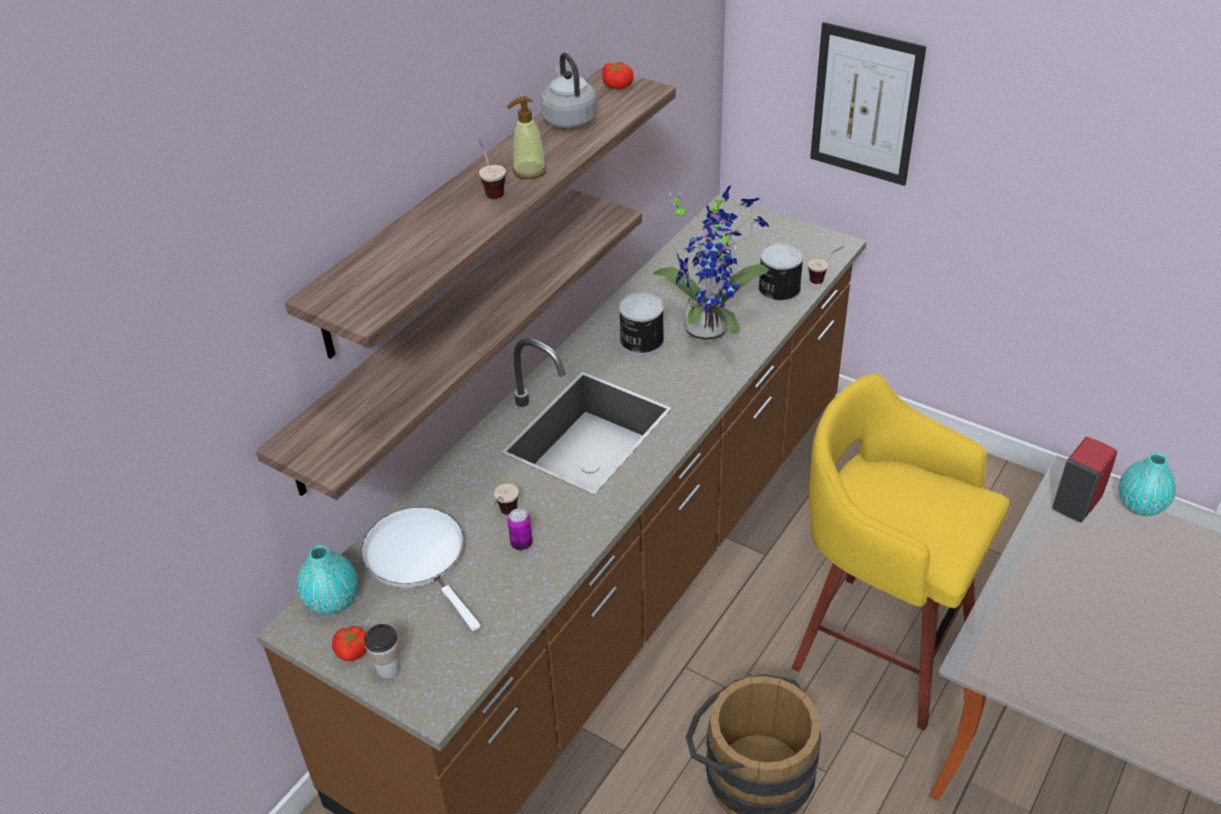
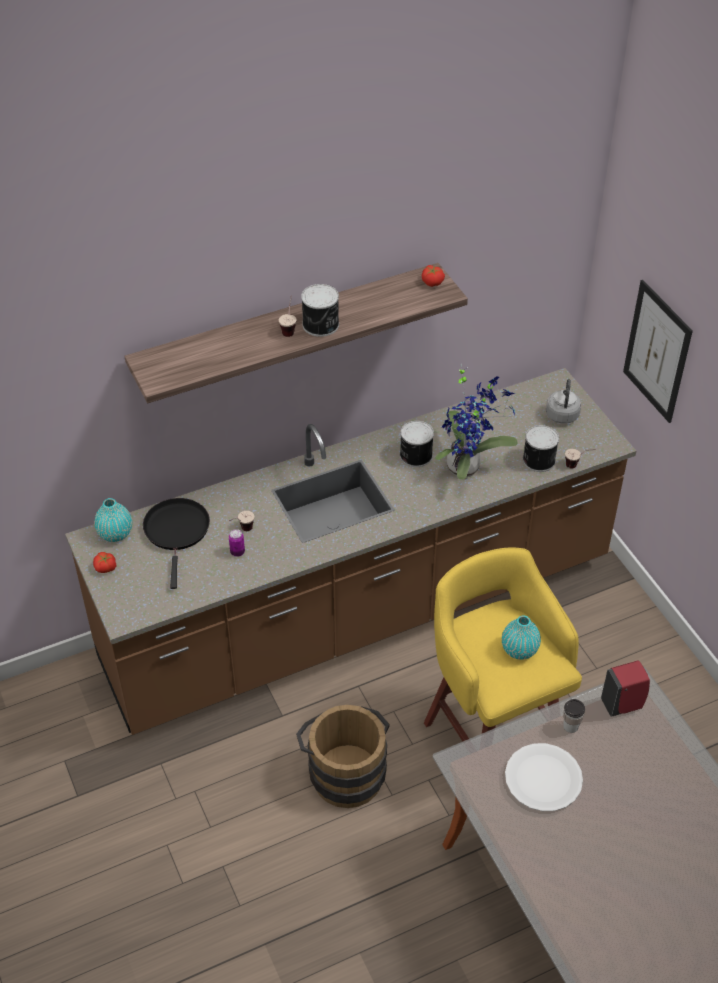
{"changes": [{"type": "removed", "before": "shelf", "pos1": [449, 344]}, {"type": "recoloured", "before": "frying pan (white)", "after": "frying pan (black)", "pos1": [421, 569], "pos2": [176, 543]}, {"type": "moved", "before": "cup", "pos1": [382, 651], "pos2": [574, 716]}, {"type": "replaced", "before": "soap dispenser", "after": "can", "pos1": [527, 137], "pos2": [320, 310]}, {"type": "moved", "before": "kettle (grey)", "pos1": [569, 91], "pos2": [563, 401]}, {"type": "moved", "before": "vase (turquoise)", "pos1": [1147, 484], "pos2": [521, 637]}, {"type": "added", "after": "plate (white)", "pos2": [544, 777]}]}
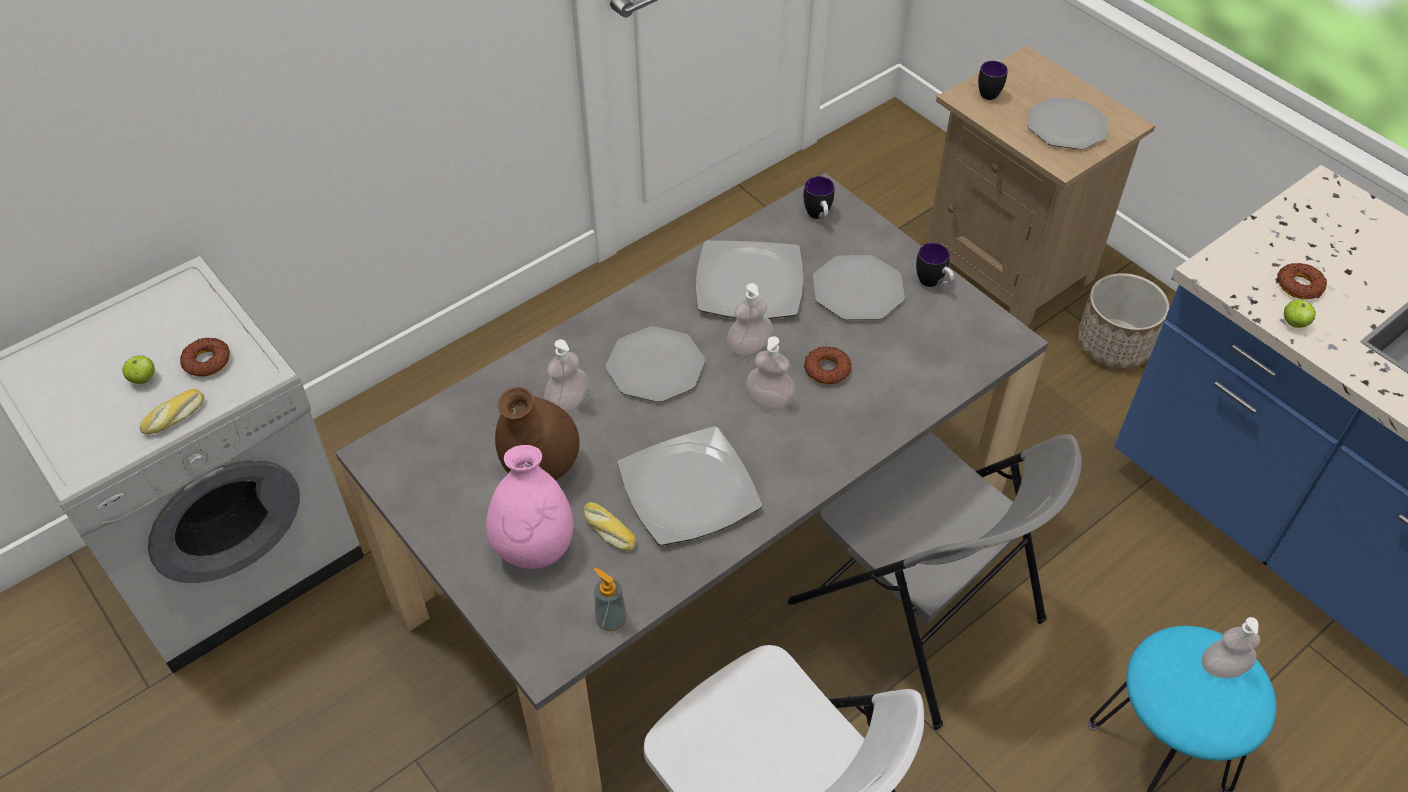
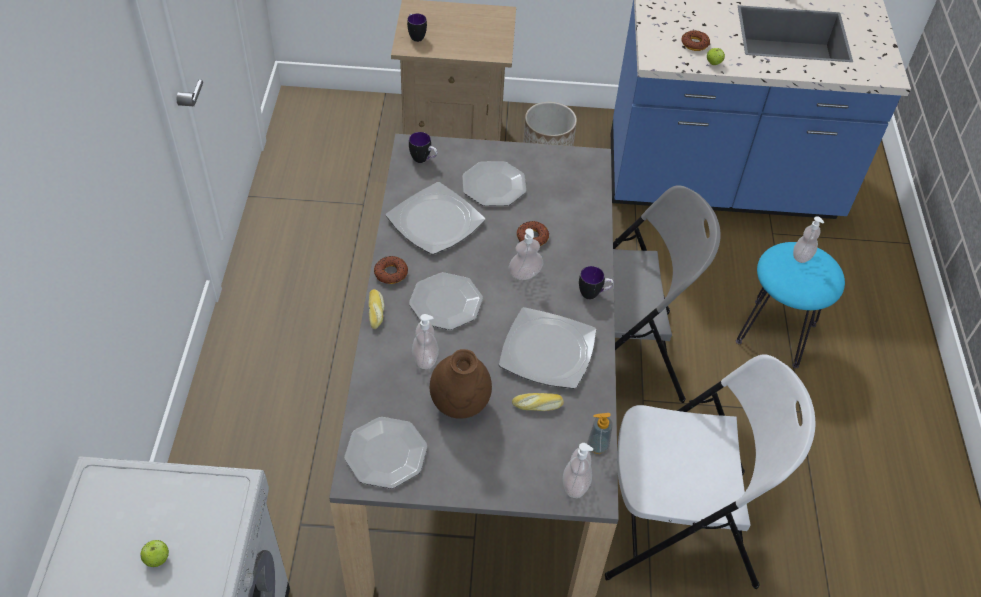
{"changes": [{"type": "moved", "before": "bread", "pos1": [172, 411], "pos2": [376, 309]}, {"type": "moved", "before": "donut", "pos1": [205, 357], "pos2": [391, 270]}, {"type": "removed", "before": "vase (pink)", "pos1": [530, 507]}, {"type": "moved", "before": "soap dispenser", "pos1": [750, 319], "pos2": [578, 470]}, {"type": "moved", "before": "mug", "pos1": [935, 265], "pos2": [596, 282]}, {"type": "moved", "before": "plate", "pos1": [1068, 123], "pos2": [385, 453]}]}
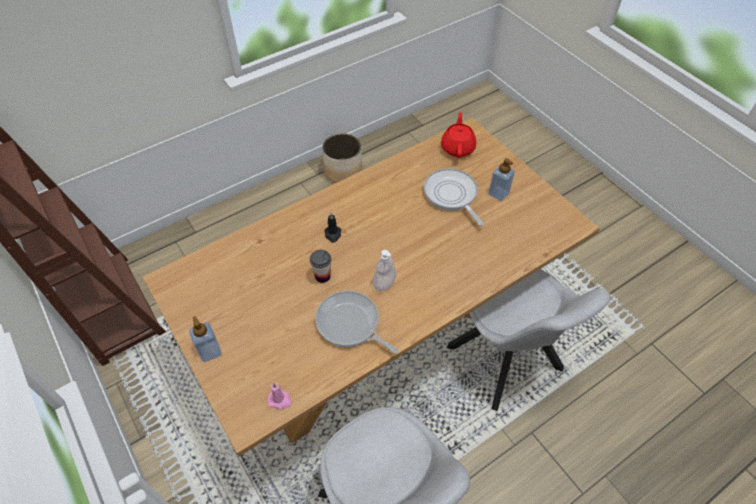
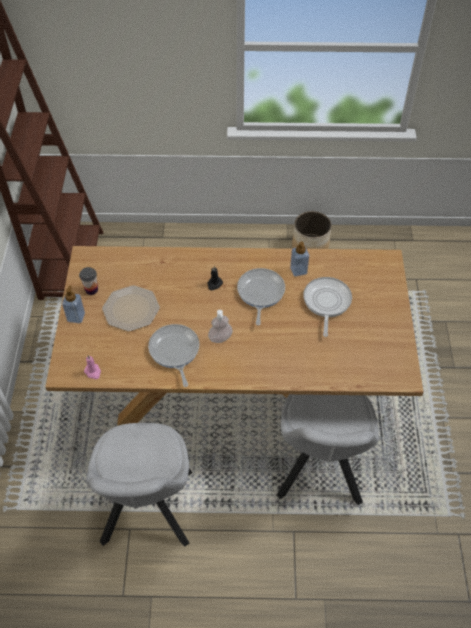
{"changes": [{"type": "moved", "before": "cup", "pos1": [320, 266], "pos2": [88, 281]}, {"type": "removed", "before": "teapot (red)", "pos1": [458, 135]}, {"type": "moved", "before": "soap dispenser", "pos1": [501, 179], "pos2": [299, 259]}, {"type": "added", "after": "plate", "pos2": [131, 308]}, {"type": "added", "after": "frying pan", "pos2": [261, 296]}]}
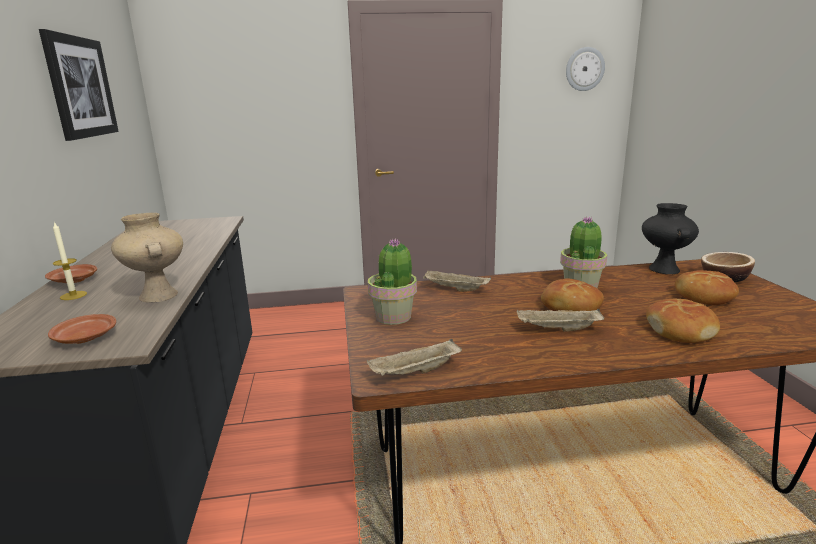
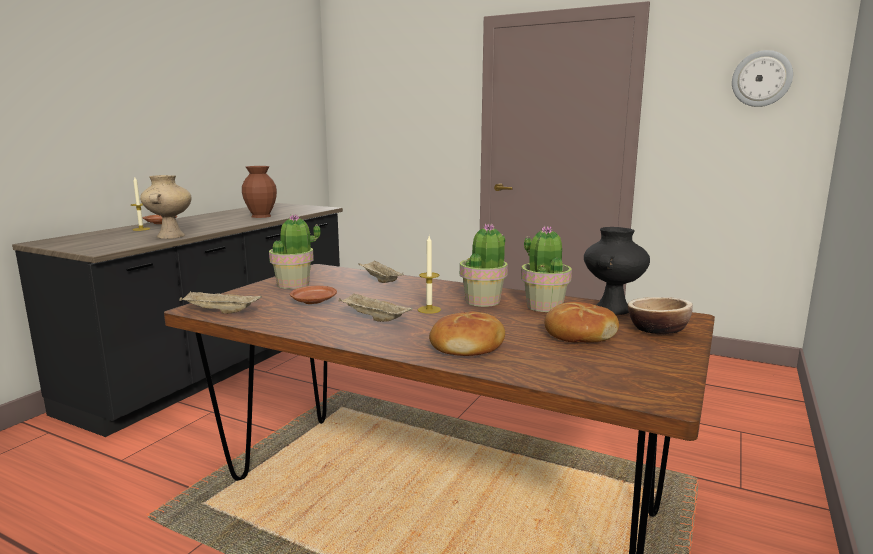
{"changes": [{"type": "removed", "before": "picture", "pos1": [79, 85]}, {"type": "moved", "before": "plate (brown)", "pos1": [82, 329], "pos2": [313, 295]}, {"type": "replaced", "before": "bread", "after": "candle", "pos1": [572, 294], "pos2": [429, 275]}, {"type": "added", "after": "vase (brown)", "pos2": [259, 192]}, {"type": "added", "after": "potted plant", "pos2": [546, 269]}]}
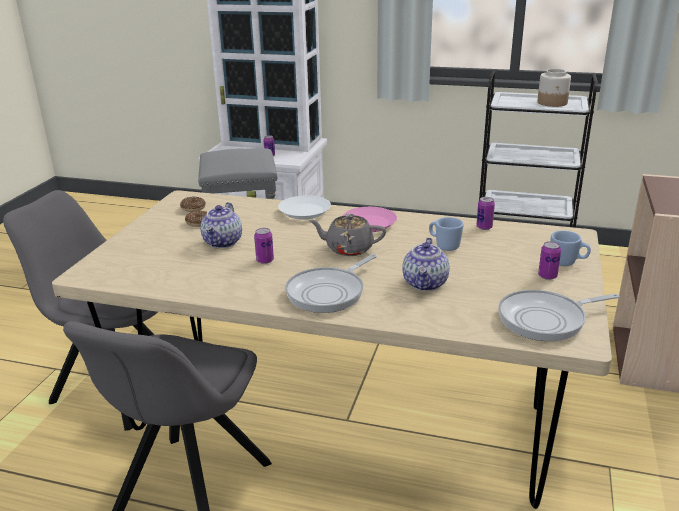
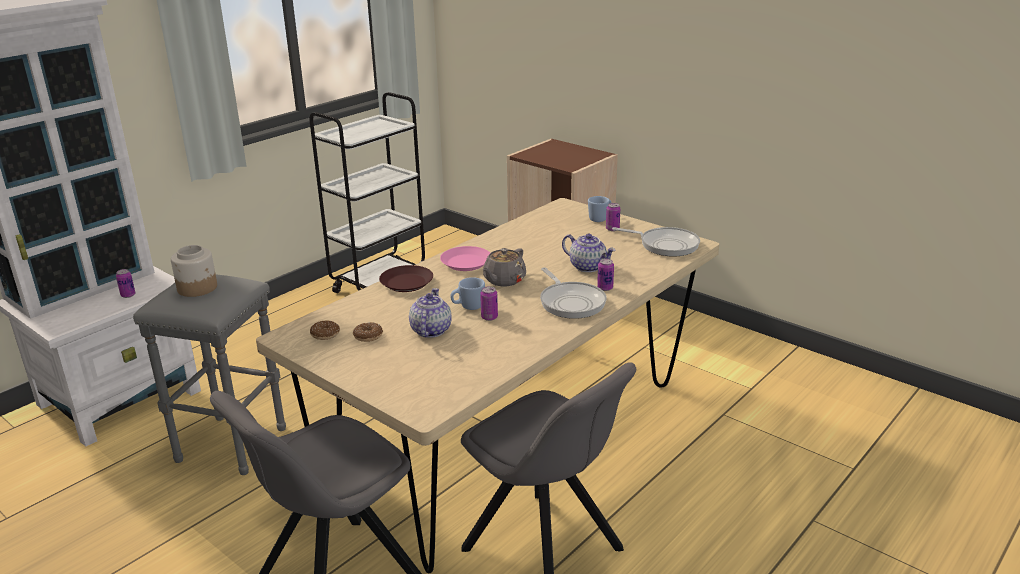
{"changes": [{"type": "turned", "before": "teapot", "pos1": [221, 225], "pos2": [430, 313], "turn": -120}, {"type": "recoloured", "before": "plate (white)", "after": "plate (brown)", "pos1": [304, 207], "pos2": [406, 278]}, {"type": "moved", "before": "mug (blue)", "pos1": [446, 234], "pos2": [467, 293]}, {"type": "moved", "before": "can", "pos1": [485, 213], "pos2": [605, 275]}, {"type": "turned", "before": "frying pan", "pos1": [558, 315], "pos2": [656, 242], "turn": -75}, {"type": "moved", "before": "jar", "pos1": [554, 88], "pos2": [194, 271]}]}
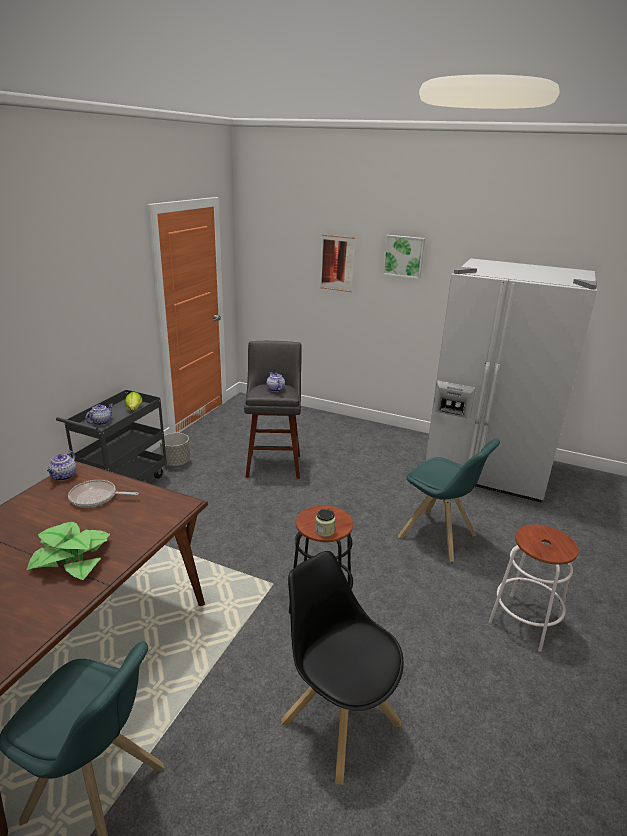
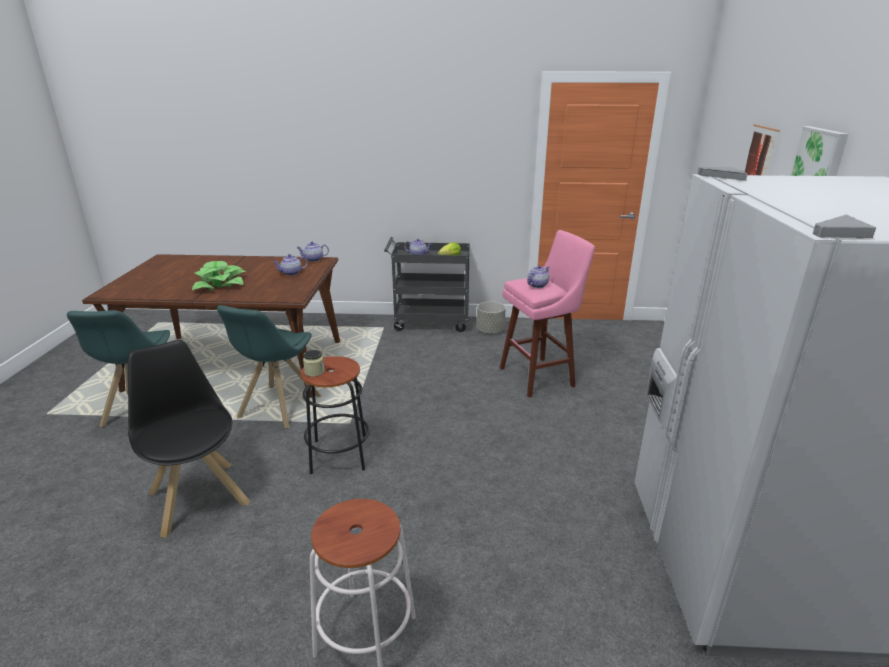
{"changes": [{"type": "replaced", "before": "frying pan", "after": "teapot", "pos1": [103, 494], "pos2": [290, 265]}, {"type": "recoloured", "before": "stool (grey)", "after": "stool (pink)", "pos1": [273, 410], "pos2": [547, 314]}, {"type": "turned", "before": "chair (black)", "pos1": [342, 668], "pos2": [189, 439], "turn": -60}, {"type": "moved", "before": "chair (turquoise)", "pos1": [449, 500], "pos2": [269, 367]}]}
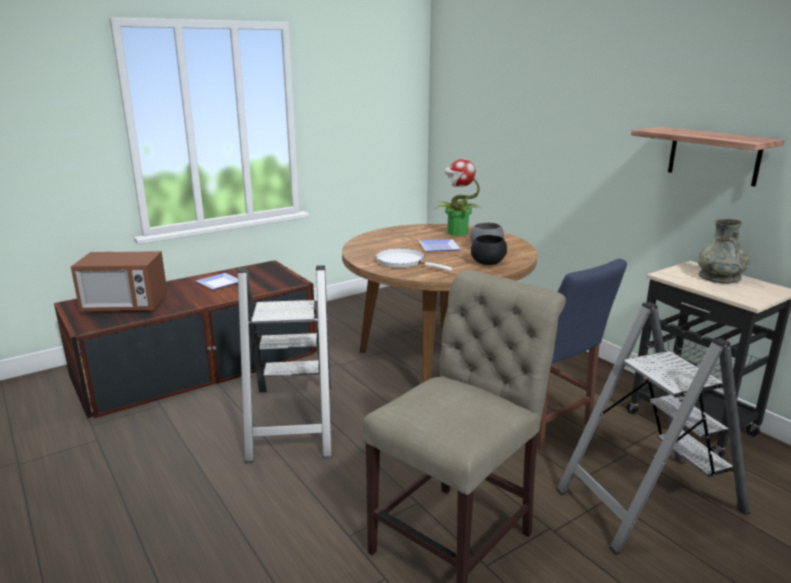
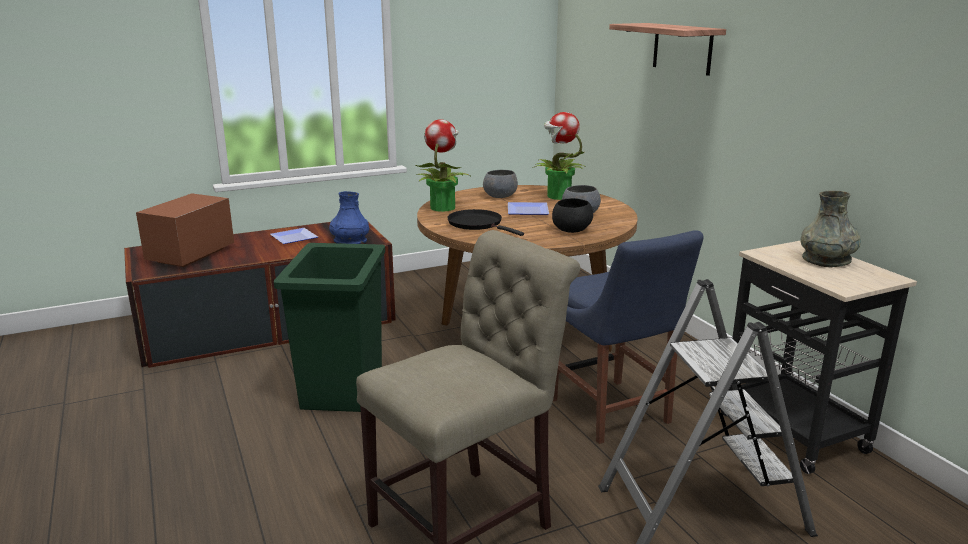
{"changes": [{"type": "turned", "before": "microwave", "pos1": [119, 282], "pos2": [185, 230], "turn": 105}, {"type": "replaced", "before": "step ladder (grey)", "after": "trash can (green)", "pos1": [284, 364], "pos2": [329, 327]}, {"type": "recoloured", "before": "frying pan (white)", "after": "frying pan (black)", "pos1": [414, 260], "pos2": [485, 222]}, {"type": "moved", "before": "shelf", "pos1": [708, 157], "pos2": [667, 49]}, {"type": "added", "after": "vase (blue)", "pos2": [349, 217]}, {"type": "added", "after": "potted plant", "pos2": [443, 165]}, {"type": "added", "after": "bowl (grey)", "pos2": [500, 184]}]}
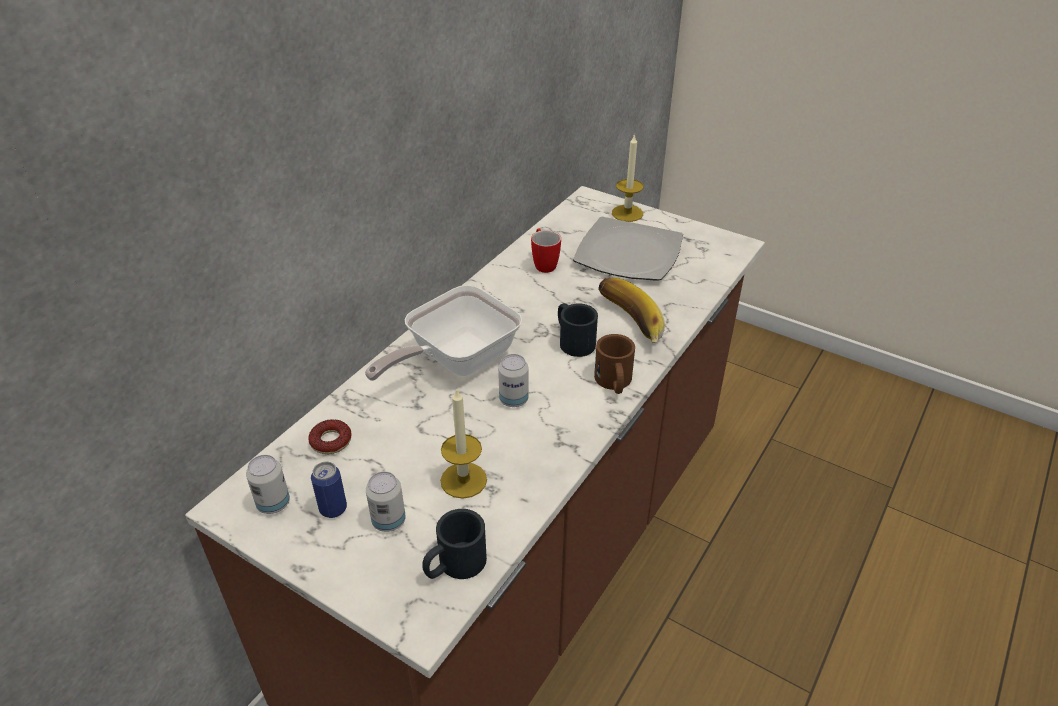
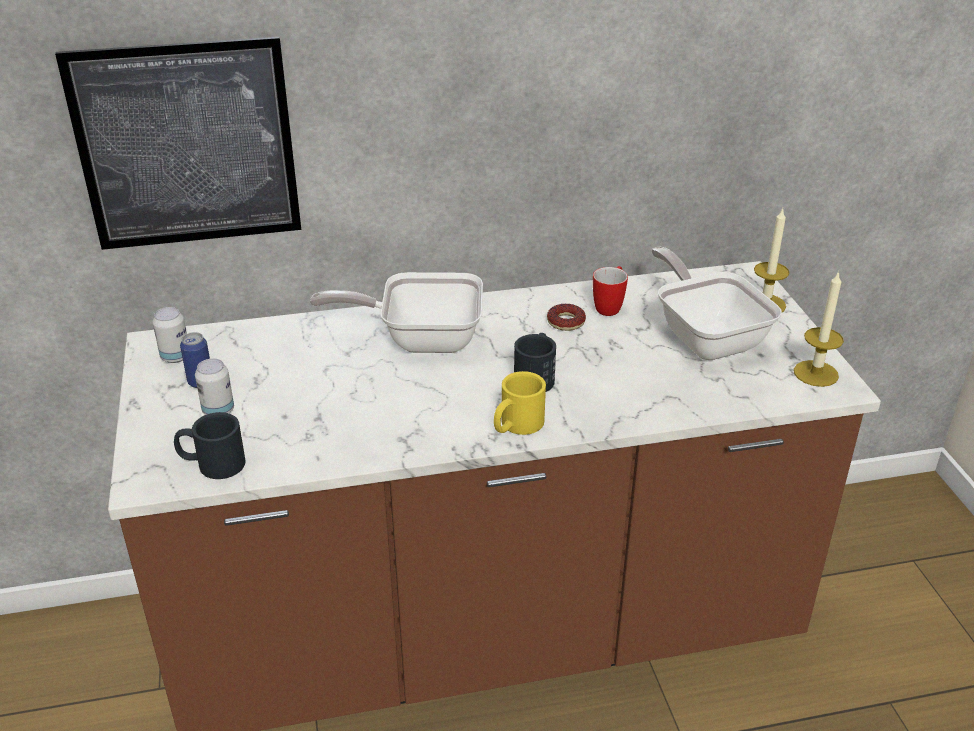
{"changes": [{"type": "moved", "before": "donut", "pos1": [329, 436], "pos2": [566, 317]}, {"type": "moved", "before": "candle", "pos1": [463, 443], "pos2": [819, 329]}, {"type": "removed", "before": "can", "pos1": [513, 380]}, {"type": "replaced", "before": "plate", "after": "frying pan", "pos1": [628, 249], "pos2": [716, 303]}, {"type": "recoloured", "before": "mug (brown)", "after": "mug (yellow)", "pos1": [614, 364], "pos2": [520, 403]}, {"type": "removed", "before": "banana", "pos1": [631, 310]}, {"type": "added", "after": "picture", "pos2": [178, 143]}]}
